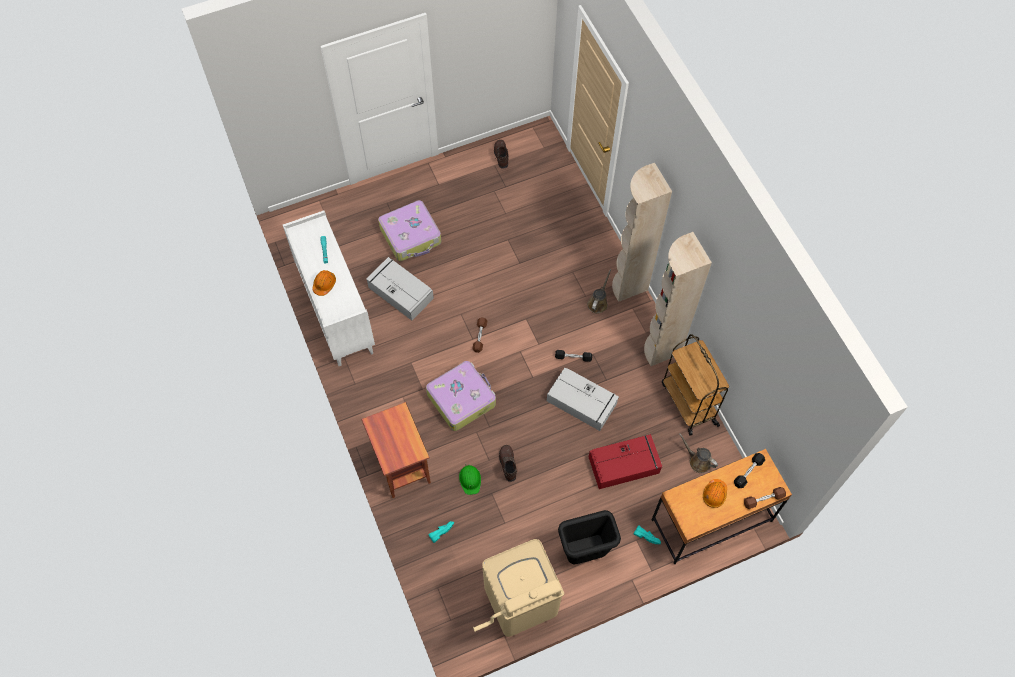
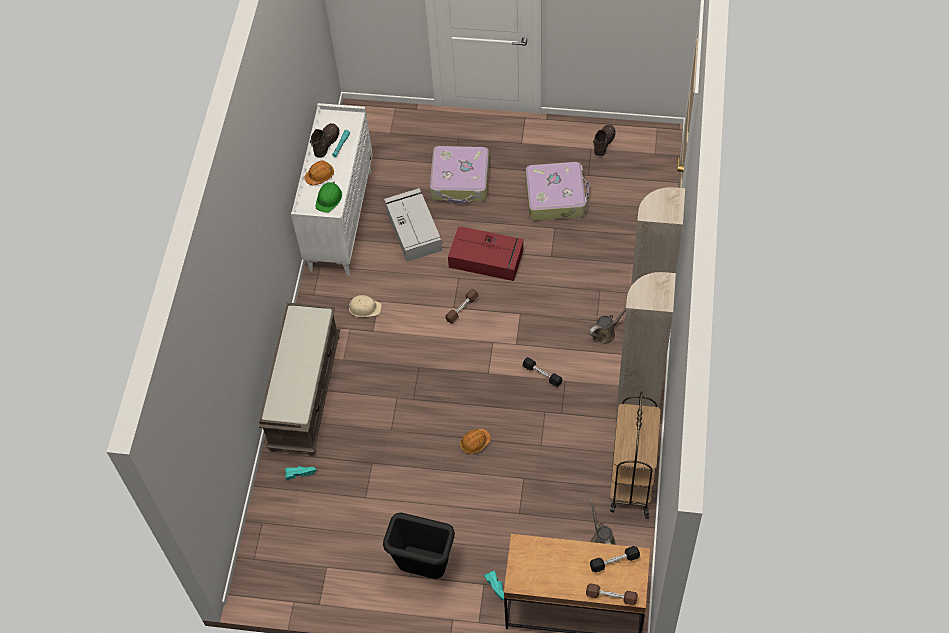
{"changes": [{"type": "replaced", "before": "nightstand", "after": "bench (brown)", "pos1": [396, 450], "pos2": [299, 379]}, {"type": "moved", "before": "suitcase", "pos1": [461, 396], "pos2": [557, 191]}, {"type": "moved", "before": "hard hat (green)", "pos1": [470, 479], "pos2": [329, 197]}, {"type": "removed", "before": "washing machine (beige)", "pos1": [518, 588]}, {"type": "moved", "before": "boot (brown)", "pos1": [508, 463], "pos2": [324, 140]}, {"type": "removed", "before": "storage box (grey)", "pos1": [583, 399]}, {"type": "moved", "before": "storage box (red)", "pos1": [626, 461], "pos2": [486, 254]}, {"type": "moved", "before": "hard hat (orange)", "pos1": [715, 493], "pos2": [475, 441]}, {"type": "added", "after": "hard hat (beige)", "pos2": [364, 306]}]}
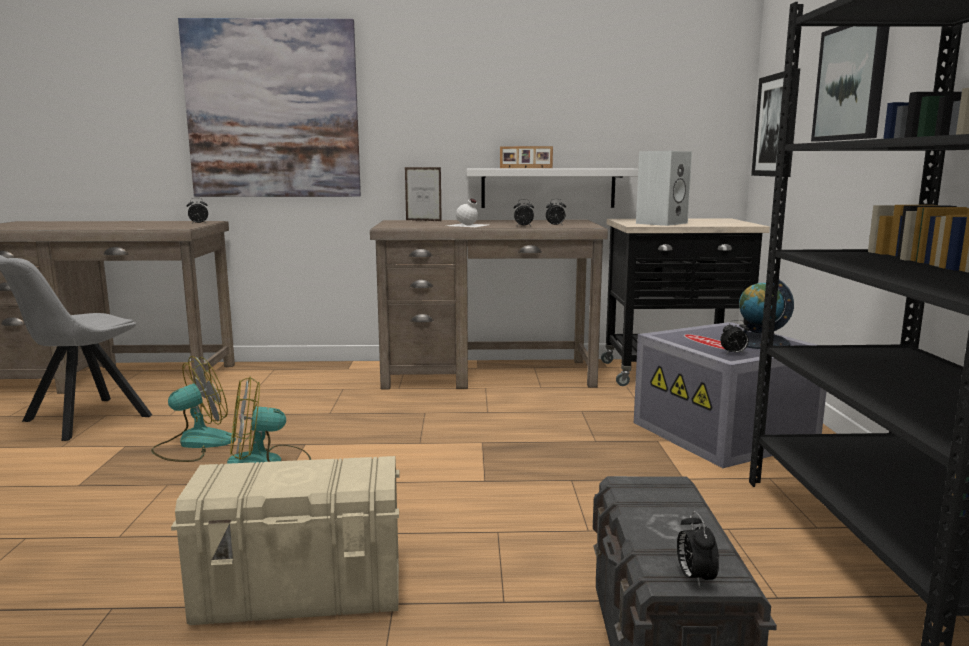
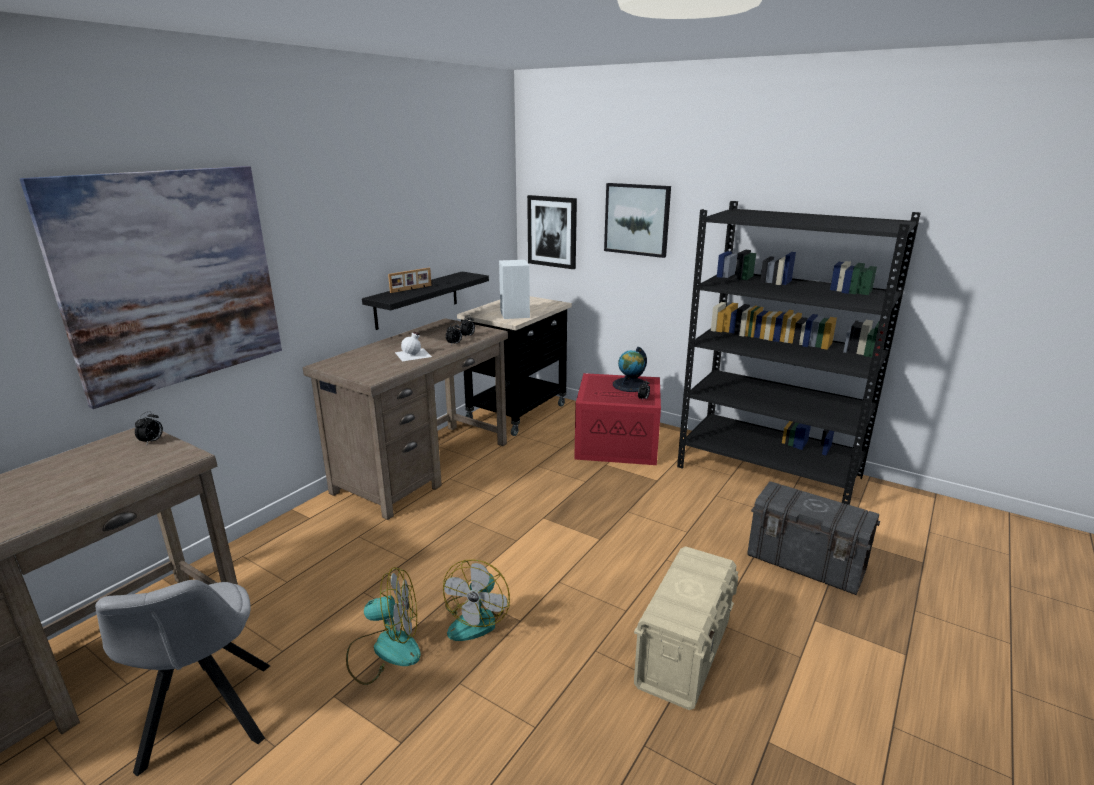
{"changes": [{"type": "turned", "before": "fan", "pos1": [193, 409], "pos2": [383, 626], "turn": 90}, {"type": "removed", "before": "picture frame", "pos1": [423, 194]}, {"type": "recoloured", "before": "shelf (white)", "after": "shelf (black)", "pos1": [552, 188], "pos2": [425, 301]}, {"type": "recoloured", "before": "storage box (grey)", "after": "storage box (red)", "pos1": [730, 395], "pos2": [617, 419]}, {"type": "removed", "before": "alarm clock", "pos1": [698, 550]}]}
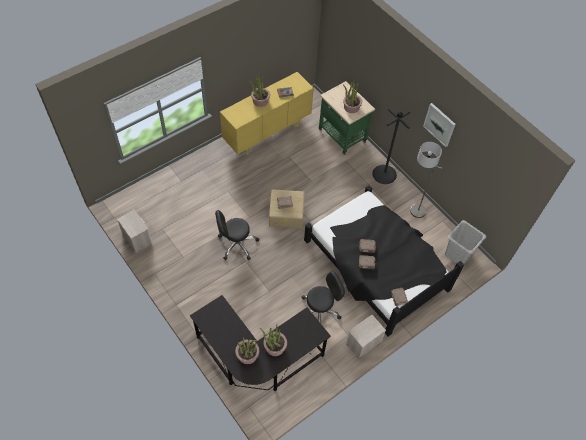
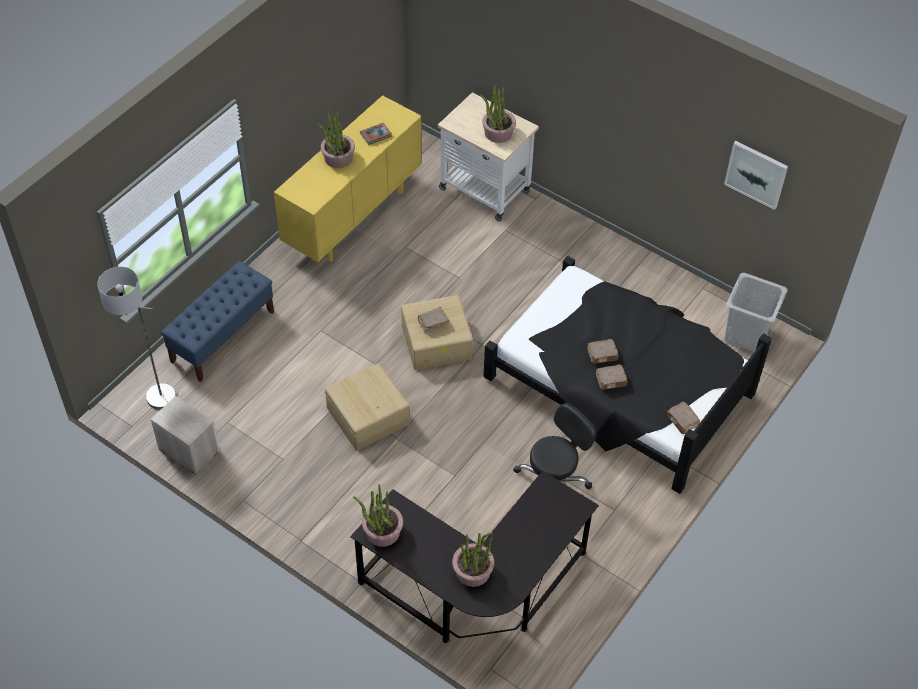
{"changes": [{"type": "replaced", "before": "office chair (black)", "after": "storage box (beige)", "pos1": [237, 235], "pos2": [367, 407]}, {"type": "moved", "before": "potted plant", "pos1": [273, 340], "pos2": [378, 515]}, {"type": "recoloured", "before": "cart (green)", "after": "cart (white)", "pos1": [346, 118], "pos2": [488, 157]}, {"type": "removed", "before": "nightstand", "pos1": [366, 337]}, {"type": "removed", "before": "clothes rack (black)", "pos1": [392, 146]}, {"type": "moved", "before": "floor lamp (grey)", "pos1": [426, 180], "pos2": [136, 338]}, {"type": "moved", "before": "picture", "pos1": [439, 125], "pos2": [756, 175]}, {"type": "added", "after": "bench (blue)", "pos2": [217, 321]}]}
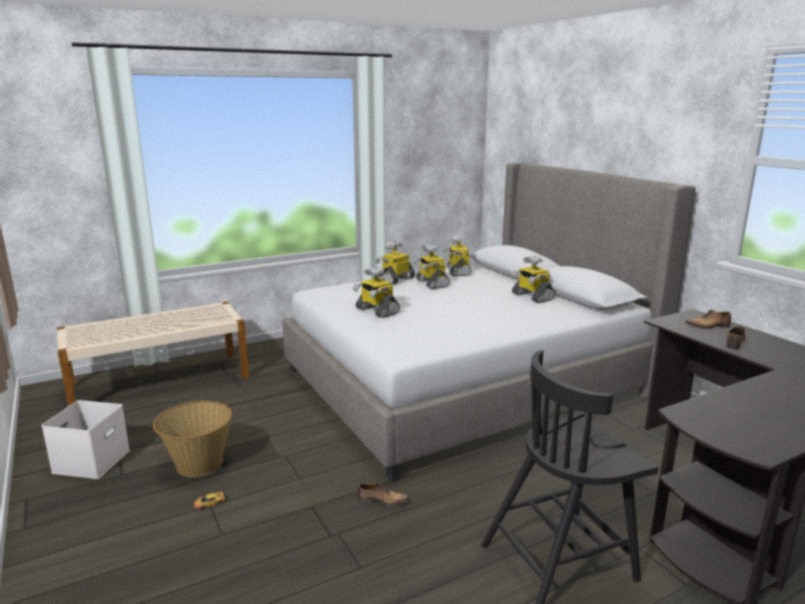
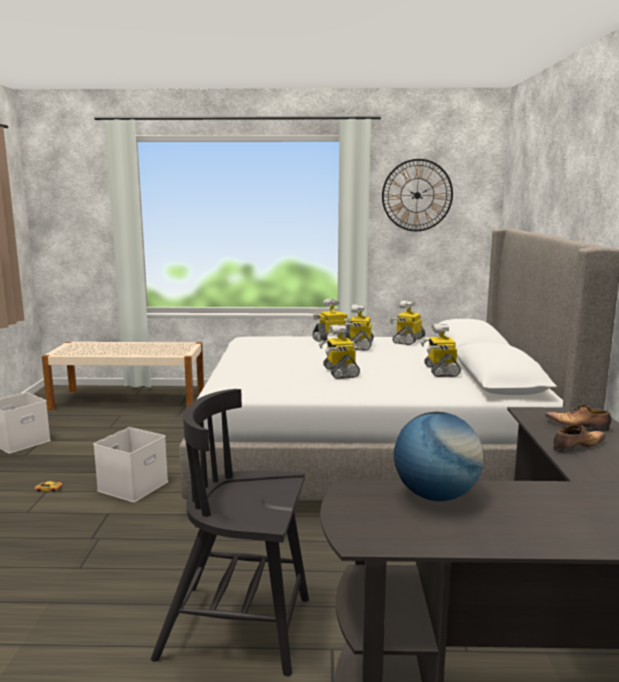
{"changes": [{"type": "removed", "before": "basket", "pos1": [192, 439]}, {"type": "moved", "before": "toy robot", "pos1": [376, 292], "pos2": [339, 352]}, {"type": "removed", "before": "shoe", "pos1": [383, 494]}, {"type": "added", "after": "storage box (white)", "pos2": [130, 464]}, {"type": "added", "after": "wall clock", "pos2": [417, 195]}, {"type": "added", "after": "globe", "pos2": [438, 456]}]}
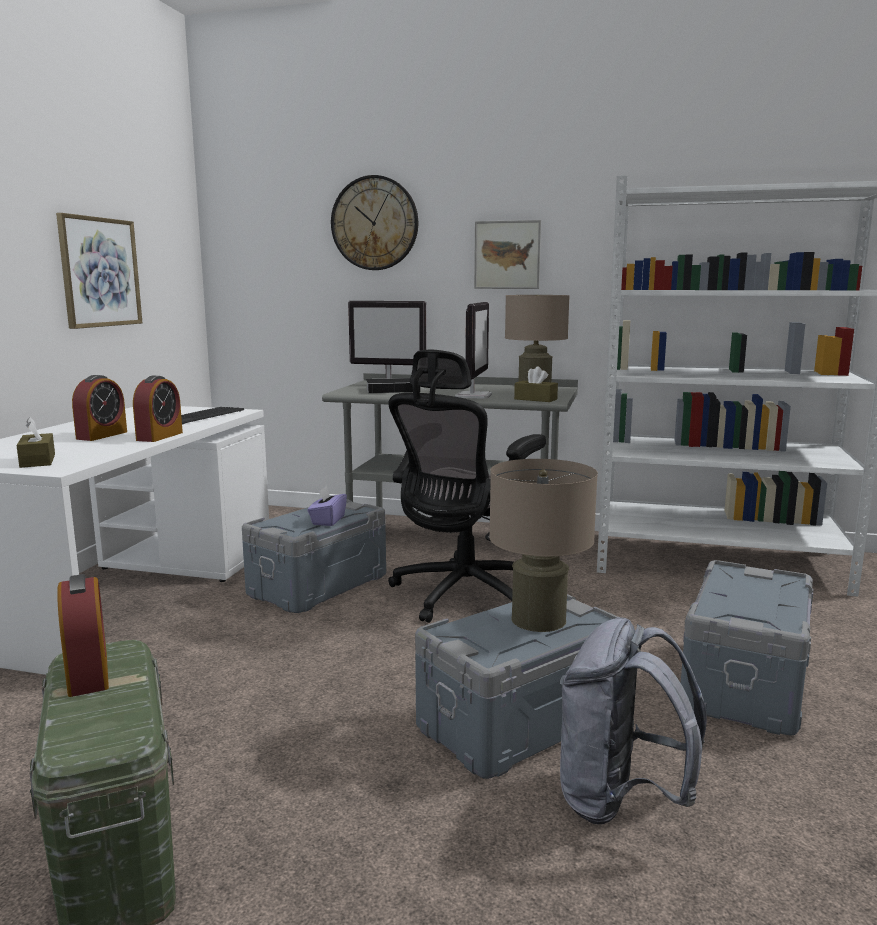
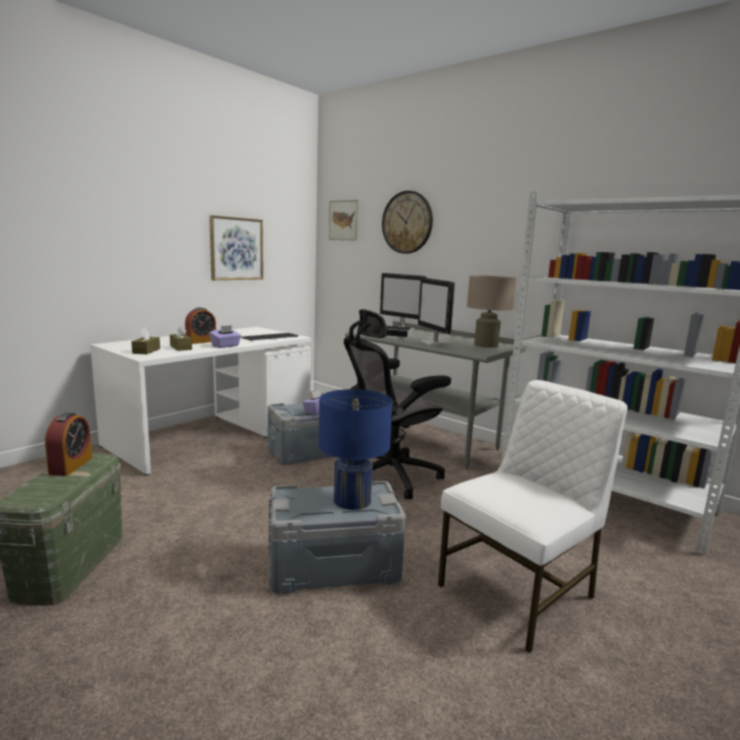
{"changes": [{"type": "replaced", "before": "alarm clock", "after": "tissue box (purple)", "pos1": [158, 409], "pos2": [225, 336]}, {"type": "turned", "before": "monitor", "pos1": [473, 350], "pos2": [436, 312], "turn": 120}, {"type": "moved", "before": "picture", "pos1": [507, 254], "pos2": [344, 220]}, {"type": "recoloured", "before": "table lamp (beige)", "after": "table lamp (blue)", "pos1": [543, 545], "pos2": [355, 449]}, {"type": "moved", "before": "tissue box (brown)", "pos1": [536, 384], "pos2": [181, 338]}, {"type": "removed", "before": "backpack (grey)", "pos1": [633, 721]}, {"type": "replaced", "before": "storage box (grey)", "after": "chair (white)", "pos1": [747, 648], "pos2": [533, 516]}]}
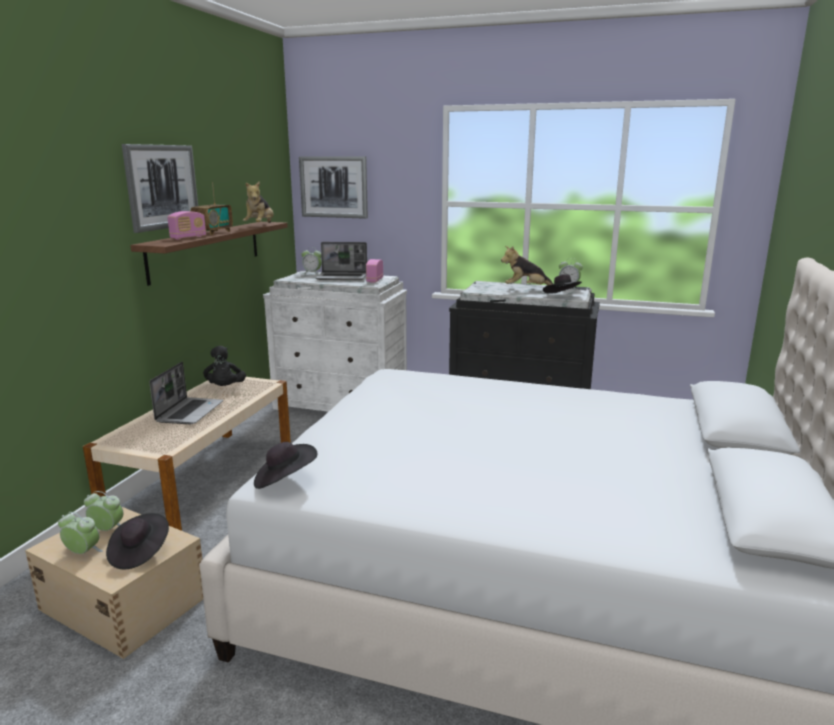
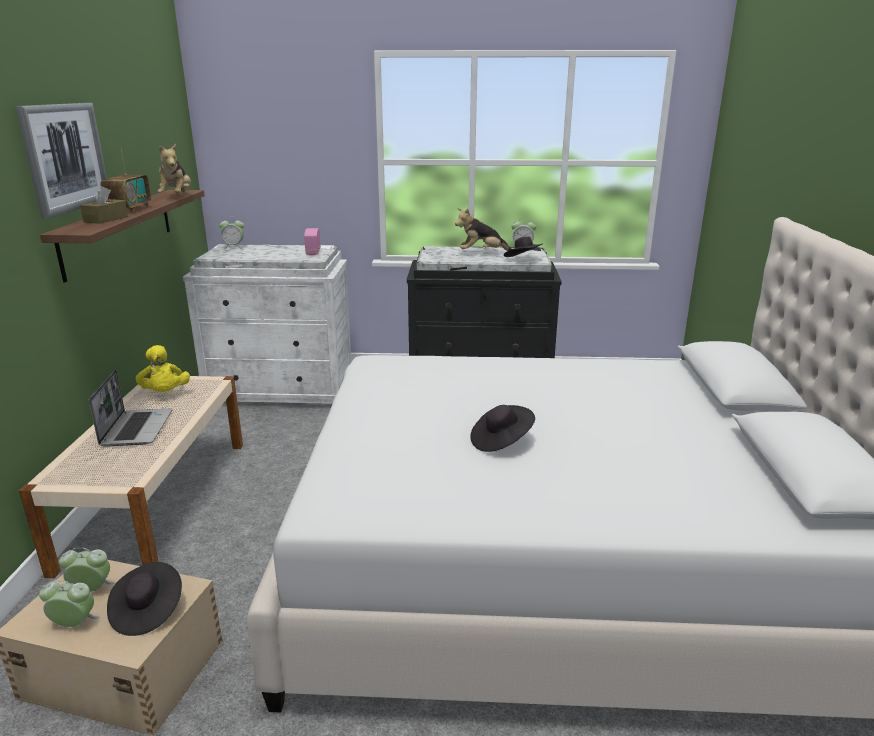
{"changes": [{"type": "replaced", "before": "radio", "after": "tissue box (brown)", "pos1": [186, 225], "pos2": [104, 205]}, {"type": "recoloured", "before": "plush toy (black)", "after": "plush toy (yellow)", "pos1": [224, 366], "pos2": [163, 368]}, {"type": "moved", "before": "hat (black)", "pos1": [285, 465], "pos2": [502, 428]}, {"type": "removed", "before": "picture", "pos1": [333, 187]}, {"type": "removed", "before": "laptop", "pos1": [341, 261]}]}
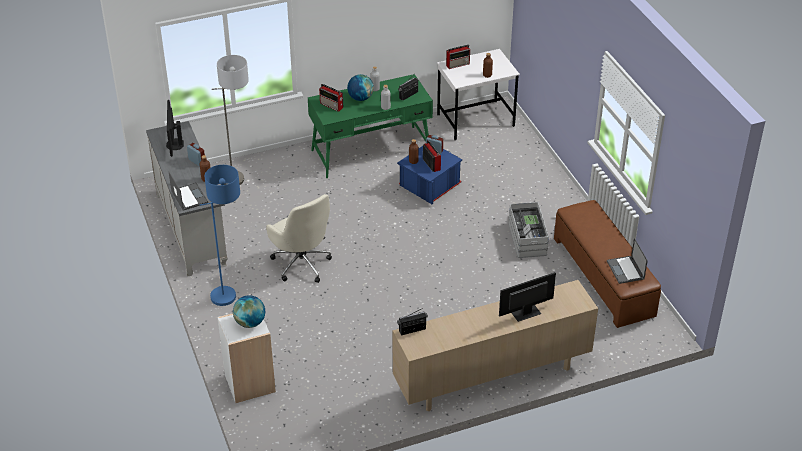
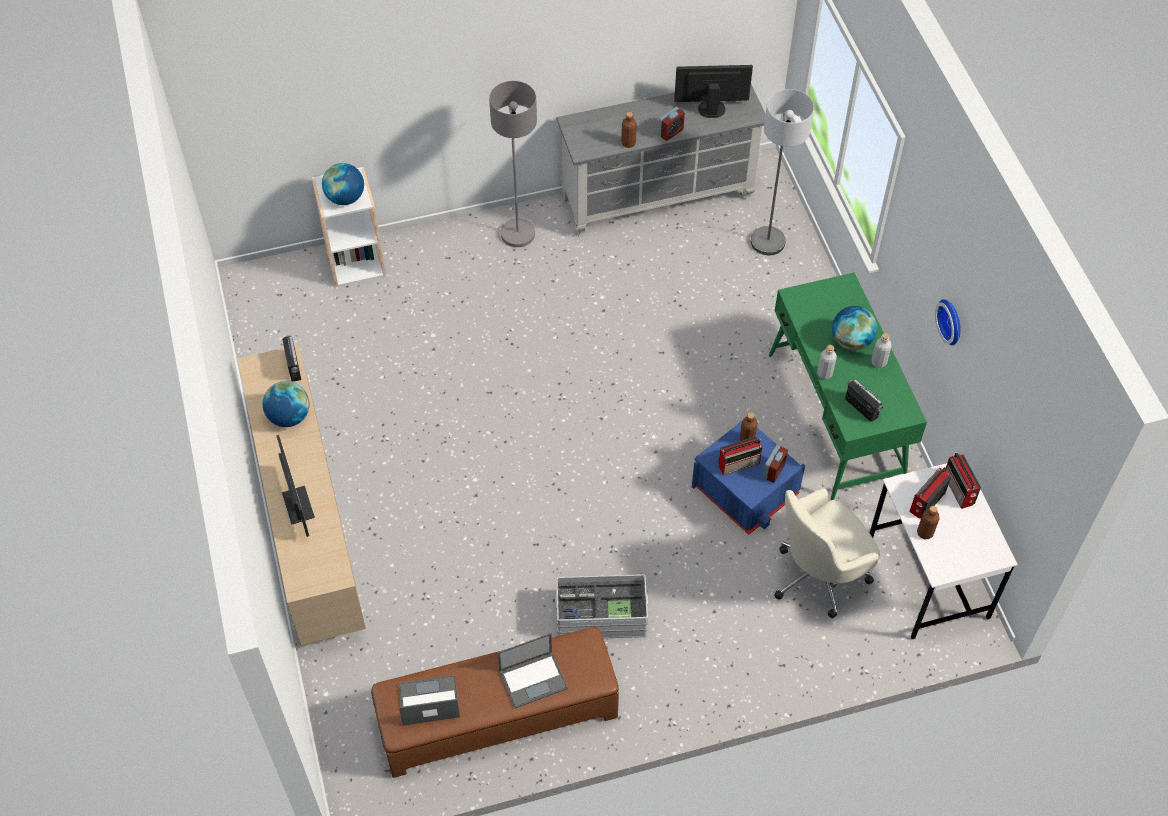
{"changes": [{"type": "moved", "before": "laptop", "pos1": [188, 191], "pos2": [532, 670]}, {"type": "recoloured", "before": "floor lamp (blue)", "after": "floor lamp (grey)", "pos1": [219, 235], "pos2": [513, 164]}, {"type": "moved", "before": "office chair (beige)", "pos1": [299, 238], "pos2": [827, 553]}, {"type": "moved", "before": "radio", "pos1": [331, 98], "pos2": [930, 493]}, {"type": "added", "after": "globe", "pos2": [286, 404]}, {"type": "added", "after": "wall clock", "pos2": [948, 322]}]}
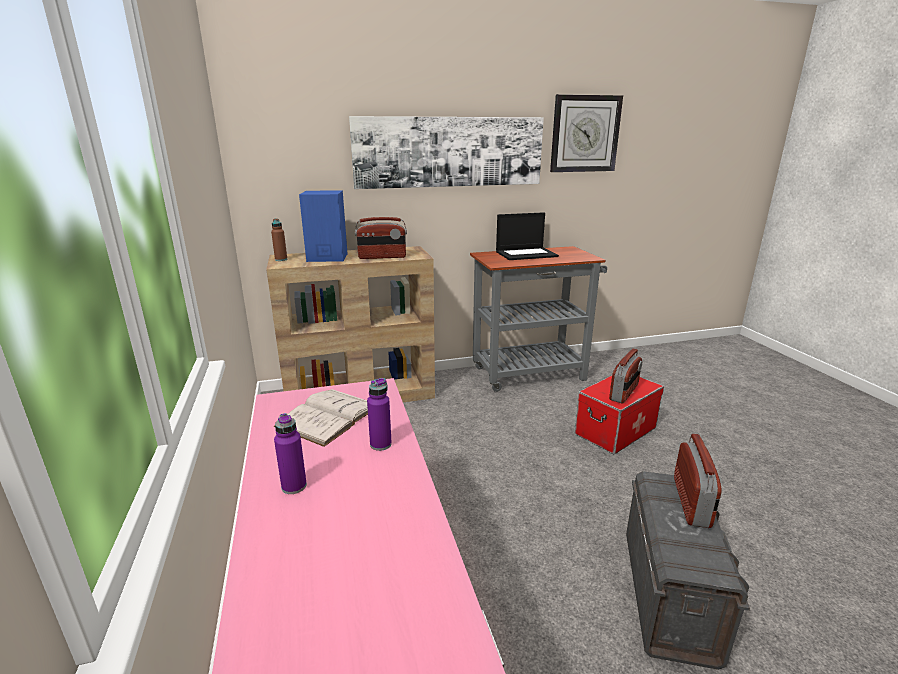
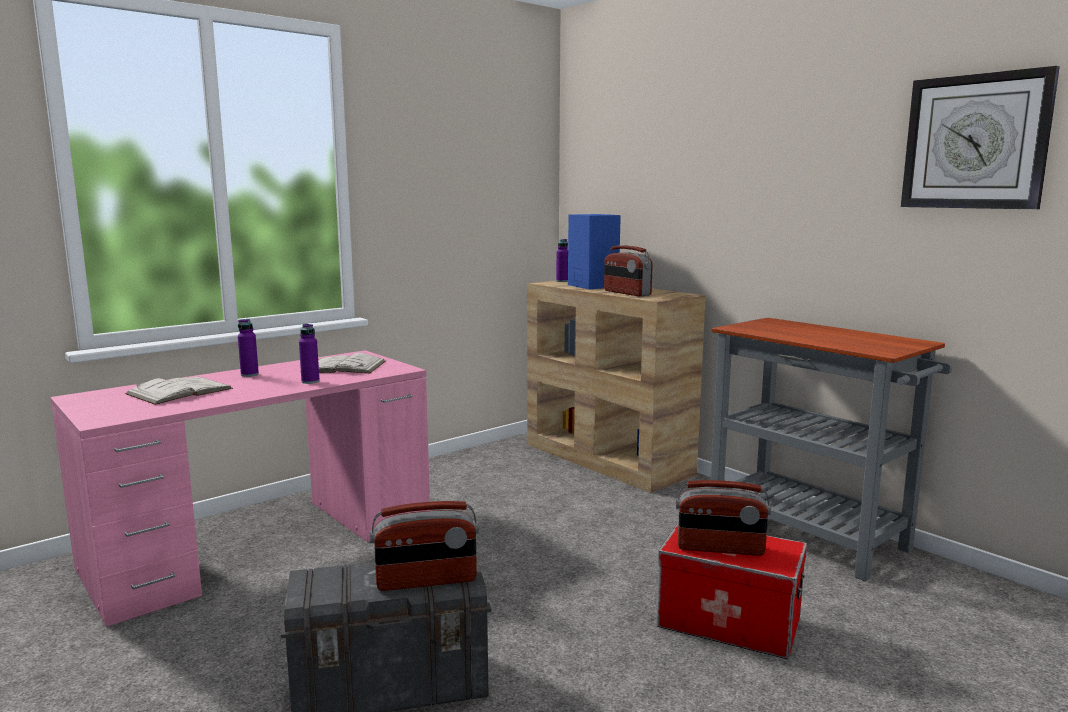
{"changes": [{"type": "recoloured", "before": "bottle (brown)", "after": "bottle (purple)", "pos1": [279, 239], "pos2": [562, 260]}, {"type": "removed", "before": "picture", "pos1": [446, 152]}, {"type": "removed", "before": "laptop", "pos1": [527, 236]}, {"type": "added", "after": "book (white)", "pos2": [179, 391]}]}
